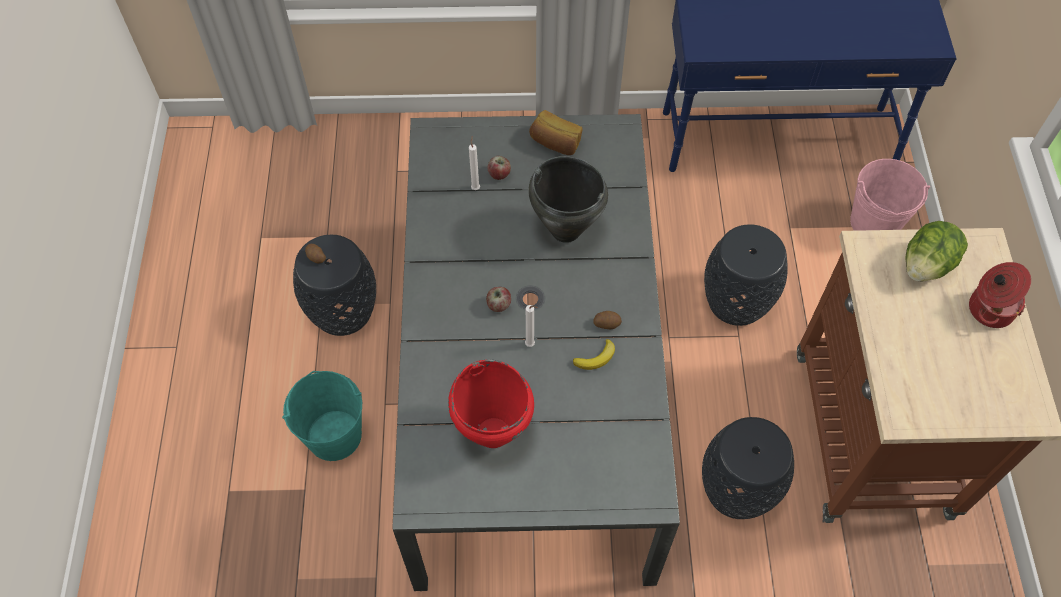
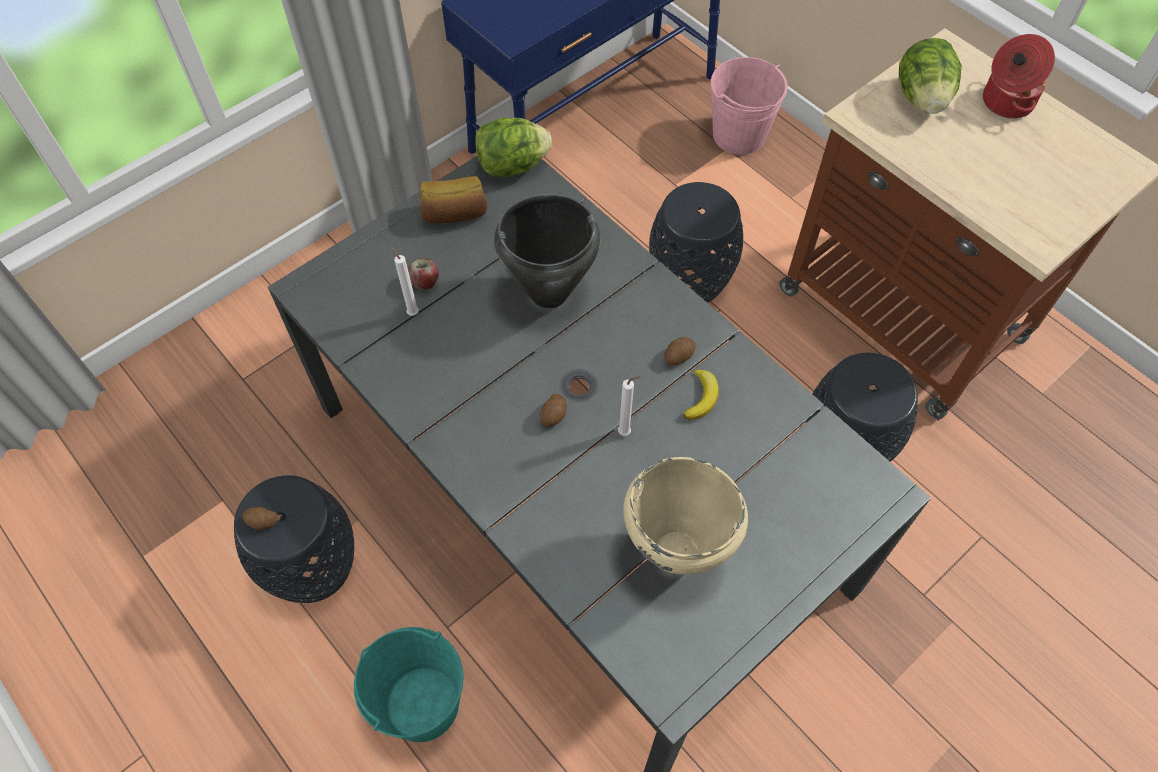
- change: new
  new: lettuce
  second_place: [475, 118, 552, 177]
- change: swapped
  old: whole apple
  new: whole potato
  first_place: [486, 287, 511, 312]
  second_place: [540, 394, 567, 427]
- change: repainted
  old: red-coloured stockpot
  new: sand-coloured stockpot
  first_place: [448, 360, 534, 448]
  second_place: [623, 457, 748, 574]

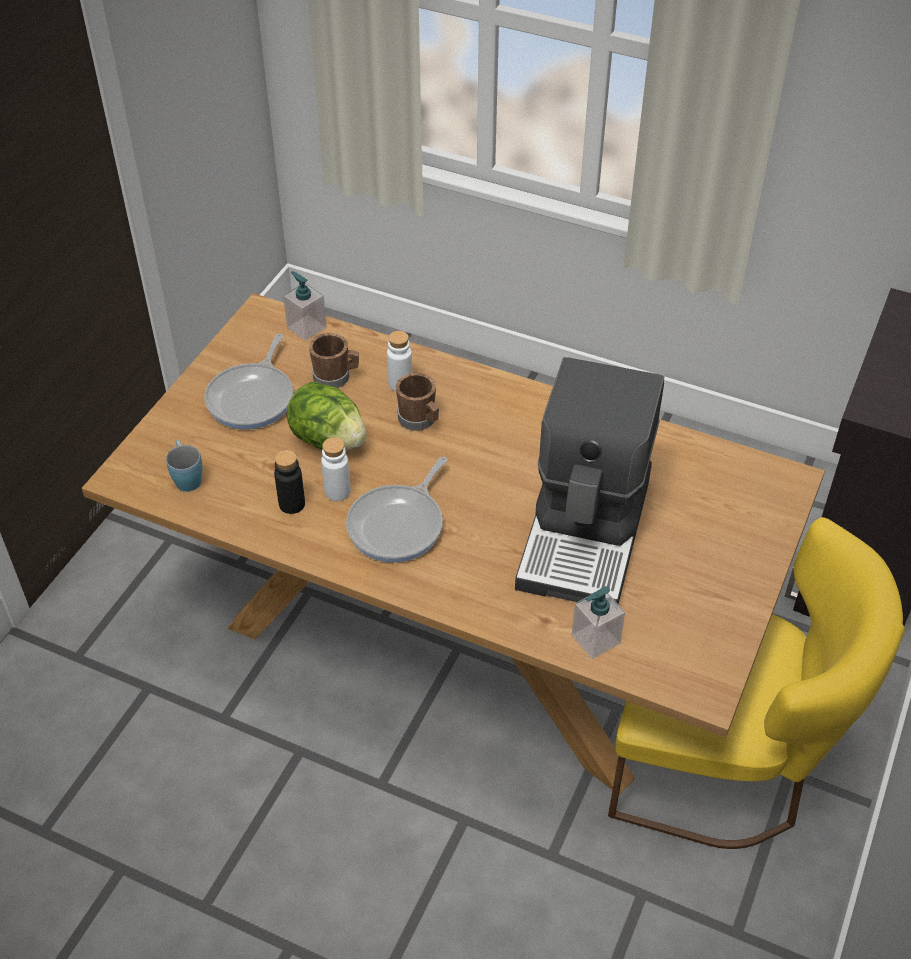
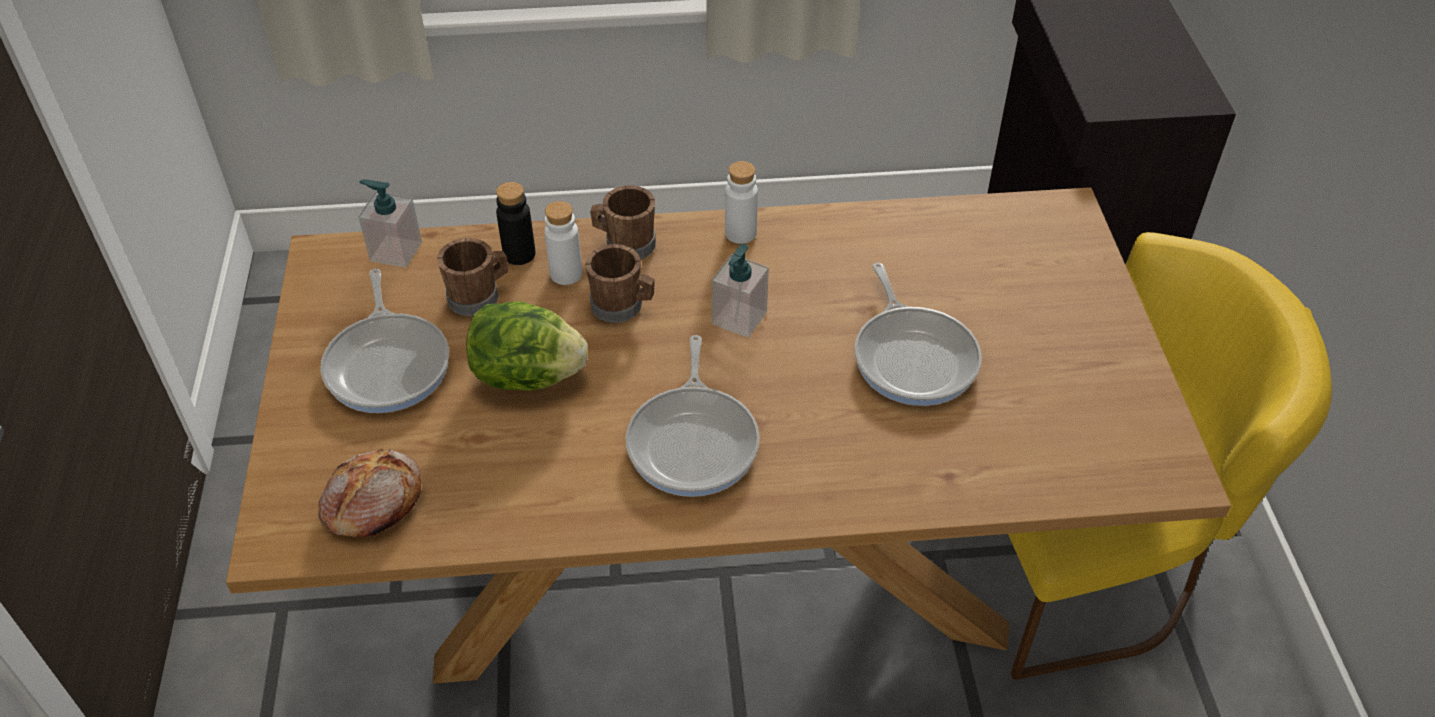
- change: swapped
  old: blue mug
  new: bread
  first_place: [166, 440, 202, 492]
  second_place: [318, 449, 421, 537]
- change: shifted
  old: black beverage bottle
  first_place: [274, 450, 305, 514]
  second_place: [496, 182, 535, 265]
- change: new
  new: brownish mug
  second_place: [590, 186, 656, 259]
- change: shifted
  old: liquid soap bottle
  first_place: [572, 586, 625, 659]
  second_place: [712, 244, 769, 338]
- change: shifted
  old: white beverage bottle
  first_place: [321, 437, 351, 501]
  second_place: [725, 161, 758, 244]
- change: swapped
  old: coffee machine
  new: skillet
  first_place: [515, 357, 664, 604]
  second_place: [855, 263, 982, 406]

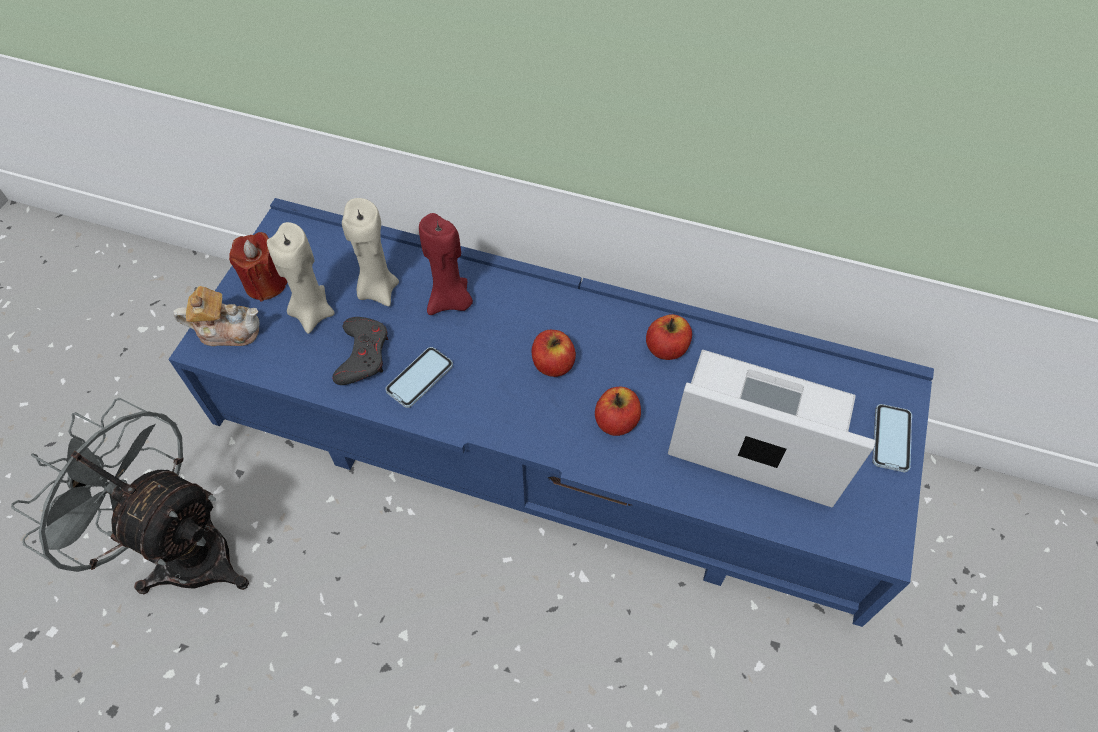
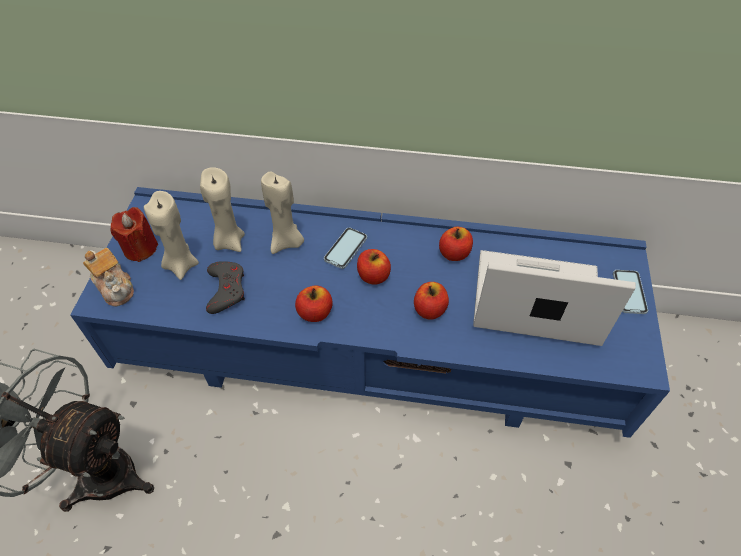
- change: rotated
  old: tea pot
  first_place: [173, 286, 260, 346]
  second_place: [83, 247, 134, 306]
  degrees: 60
- change: repainted
  old: red-coloured wax light
  new: sand-coloured wax light
  first_place: [419, 213, 473, 315]
  second_place: [261, 171, 304, 254]
- change: new
  new: whole apple
  second_place: [295, 285, 333, 322]
- change: shifted
  old: phone
  first_place: [385, 347, 453, 408]
  second_place: [324, 228, 367, 269]

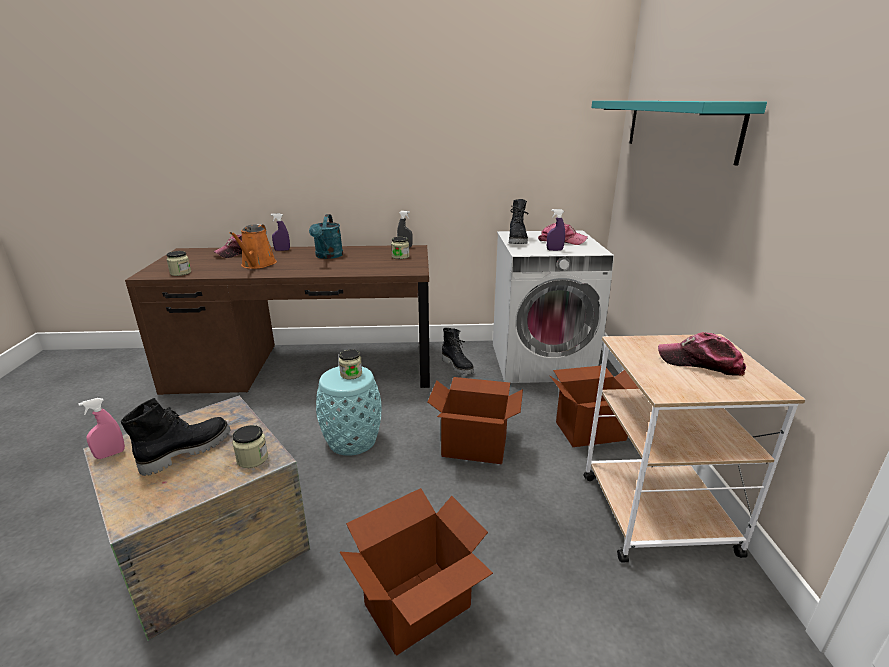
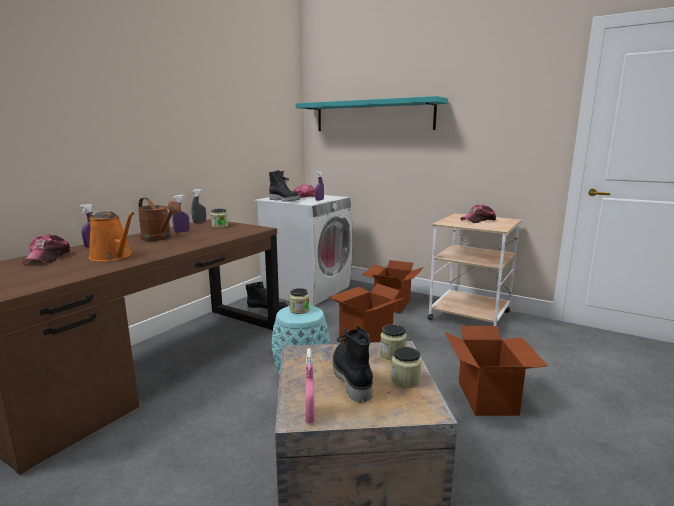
- change: repainted
  old: turquoise-coloured watering can
  new: brownish watering can
  first_place: [309, 214, 343, 259]
  second_place: [138, 198, 181, 241]
- change: new
  new: purple-coloured spray bottle
  second_place: [172, 195, 190, 233]
- change: shifted
  old: storage jar
  first_place: [166, 251, 191, 276]
  second_place: [391, 347, 421, 388]

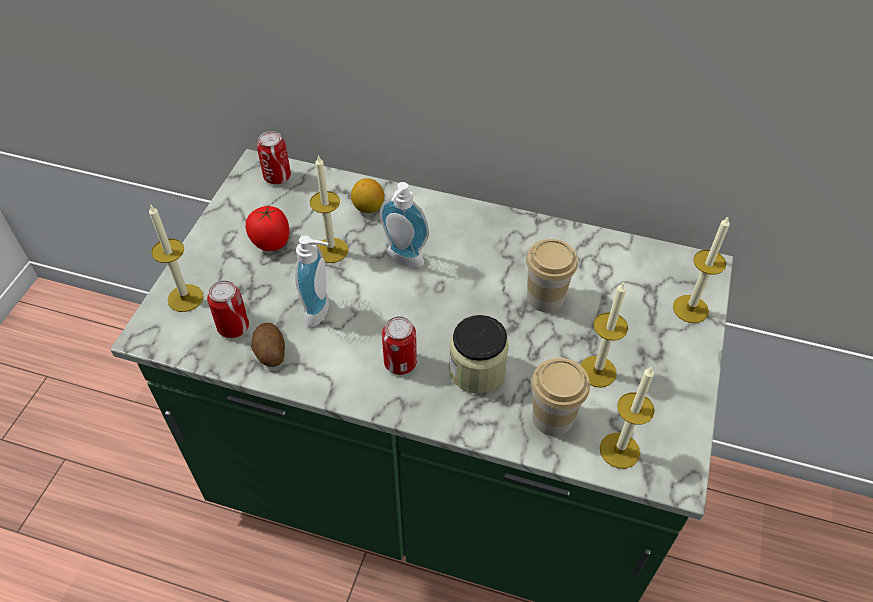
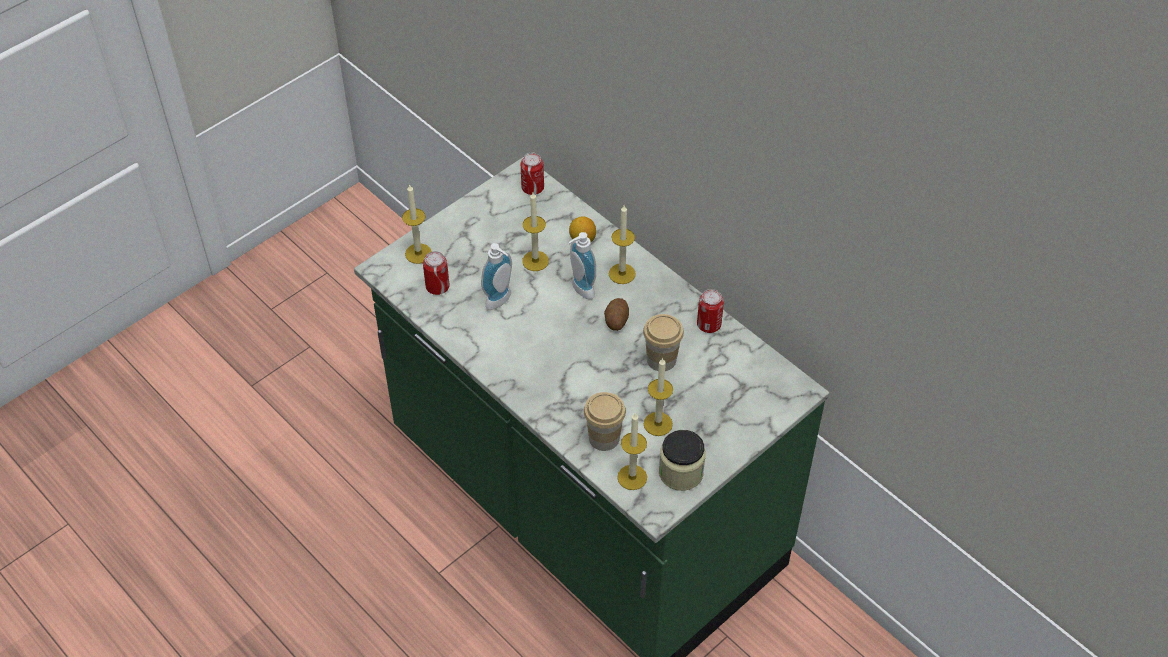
- change: shifted
  old: whole potato
  first_place: [251, 323, 285, 367]
  second_place: [604, 298, 629, 331]
- change: shifted
  old: wax light
  first_place: [673, 217, 730, 323]
  second_place: [609, 205, 636, 284]
- change: shifted
  old: storage jar
  first_place: [449, 315, 509, 394]
  second_place: [659, 430, 706, 491]
- change: shifted
  old: sealed can
  first_place: [382, 316, 417, 375]
  second_place: [697, 289, 724, 333]
- change: gone
  old: tomato
  first_place: [246, 206, 289, 251]

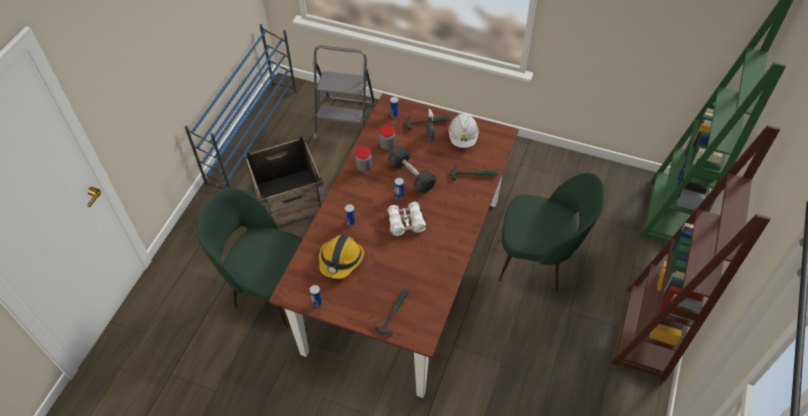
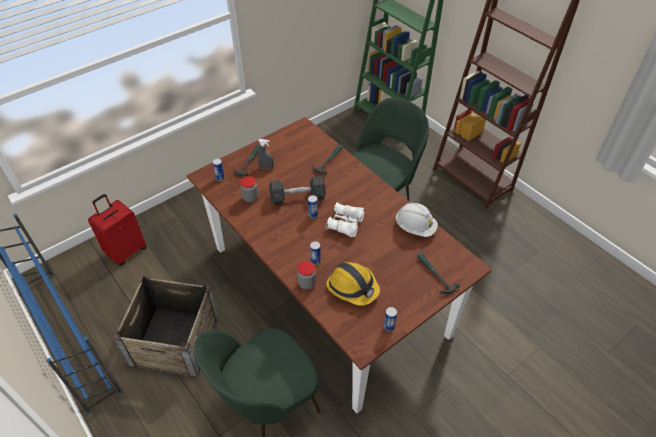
- change: swapped
  old: greyish step ladder
  new: red-coloured piece of luggage
  first_place: [313, 46, 376, 139]
  second_place: [88, 194, 147, 265]
- change: shifted
  old: storage jar
  first_place: [355, 147, 372, 172]
  second_place: [297, 261, 316, 290]
- change: shifted
  old: white work helmet
  first_place: [449, 114, 479, 148]
  second_place: [395, 203, 438, 237]

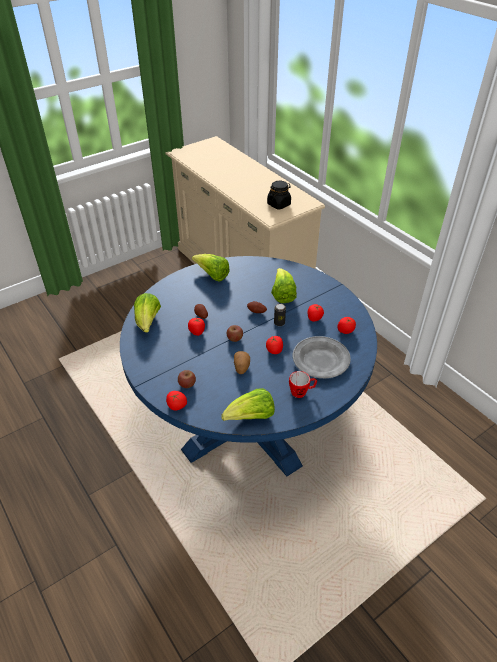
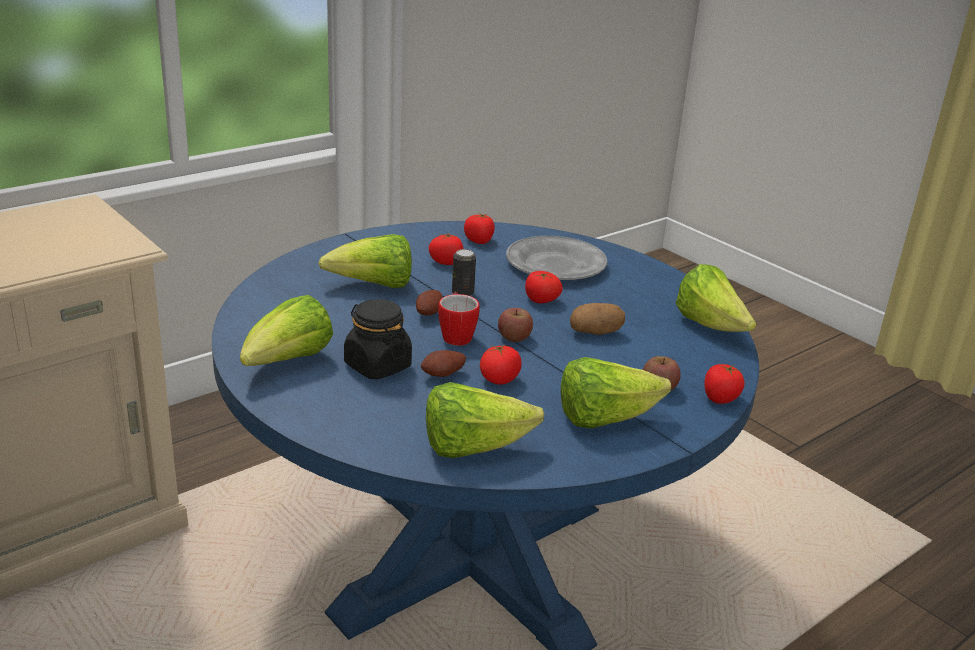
- change: shifted
  old: black storage jar
  first_place: [267, 181, 291, 210]
  second_place: [344, 299, 412, 379]
- change: shifted
  old: mug
  first_place: [289, 371, 317, 398]
  second_place: [438, 292, 480, 346]
- change: new
  new: lettuce
  second_place: [561, 357, 671, 428]

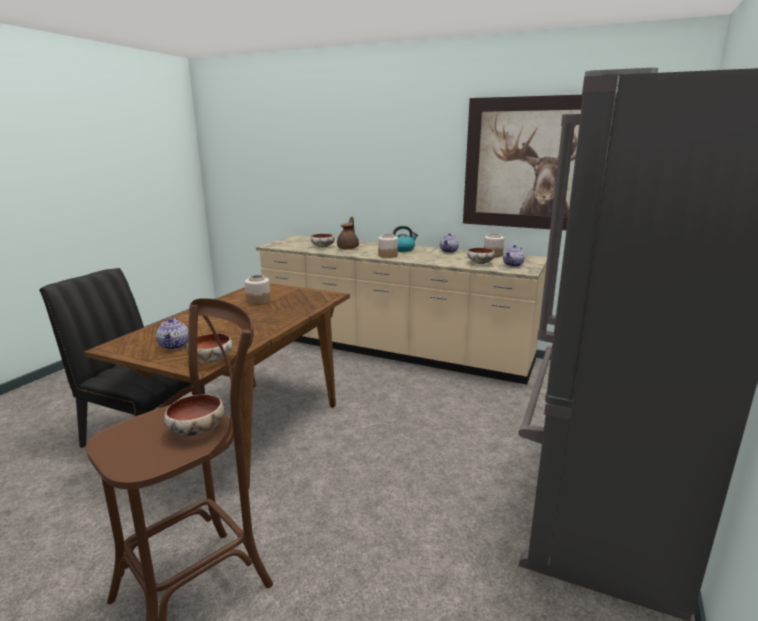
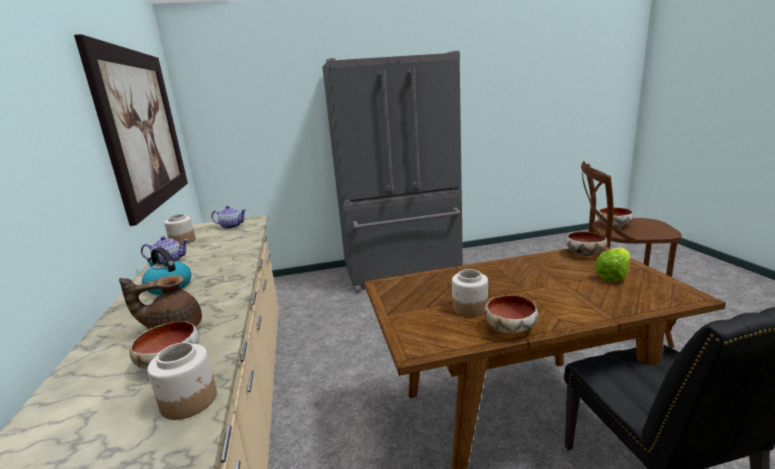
- change: shifted
  old: storage jar
  first_place: [378, 234, 398, 258]
  second_place: [147, 342, 217, 420]
- change: shifted
  old: serving bowl
  first_place: [467, 248, 495, 264]
  second_place: [484, 295, 538, 333]
- change: swapped
  old: tea pot
  new: lettuce
  first_place: [156, 317, 189, 350]
  second_place: [595, 248, 630, 282]

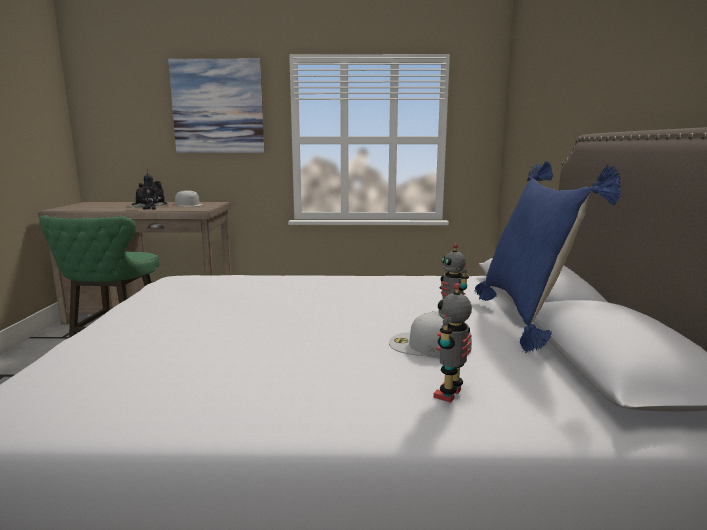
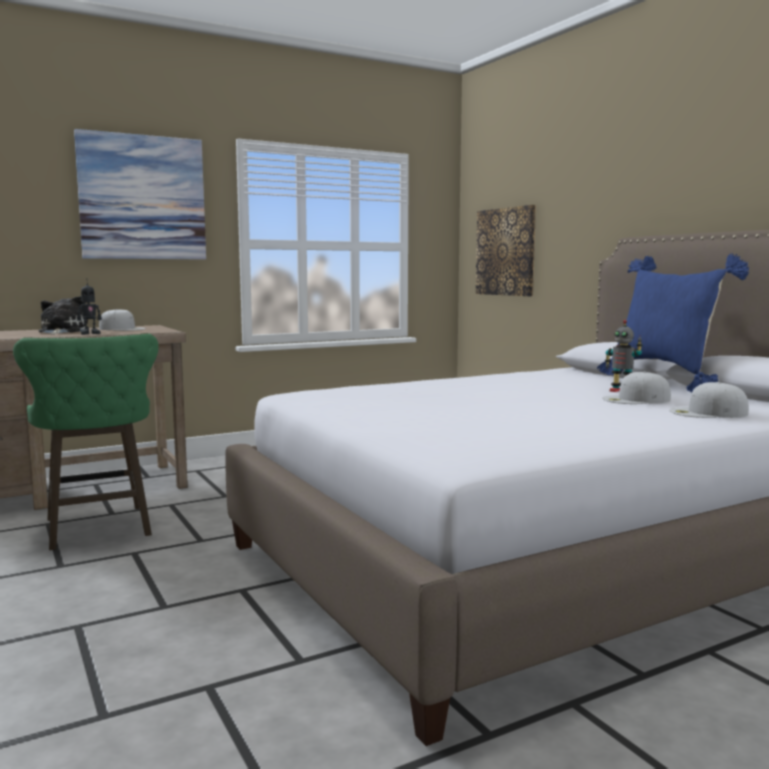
- change: new
  new: wall picture
  second_place: [476, 205, 536, 296]
- change: swapped
  old: model robot
  new: white cap
  first_place: [433, 283, 472, 403]
  second_place: [669, 382, 749, 418]

